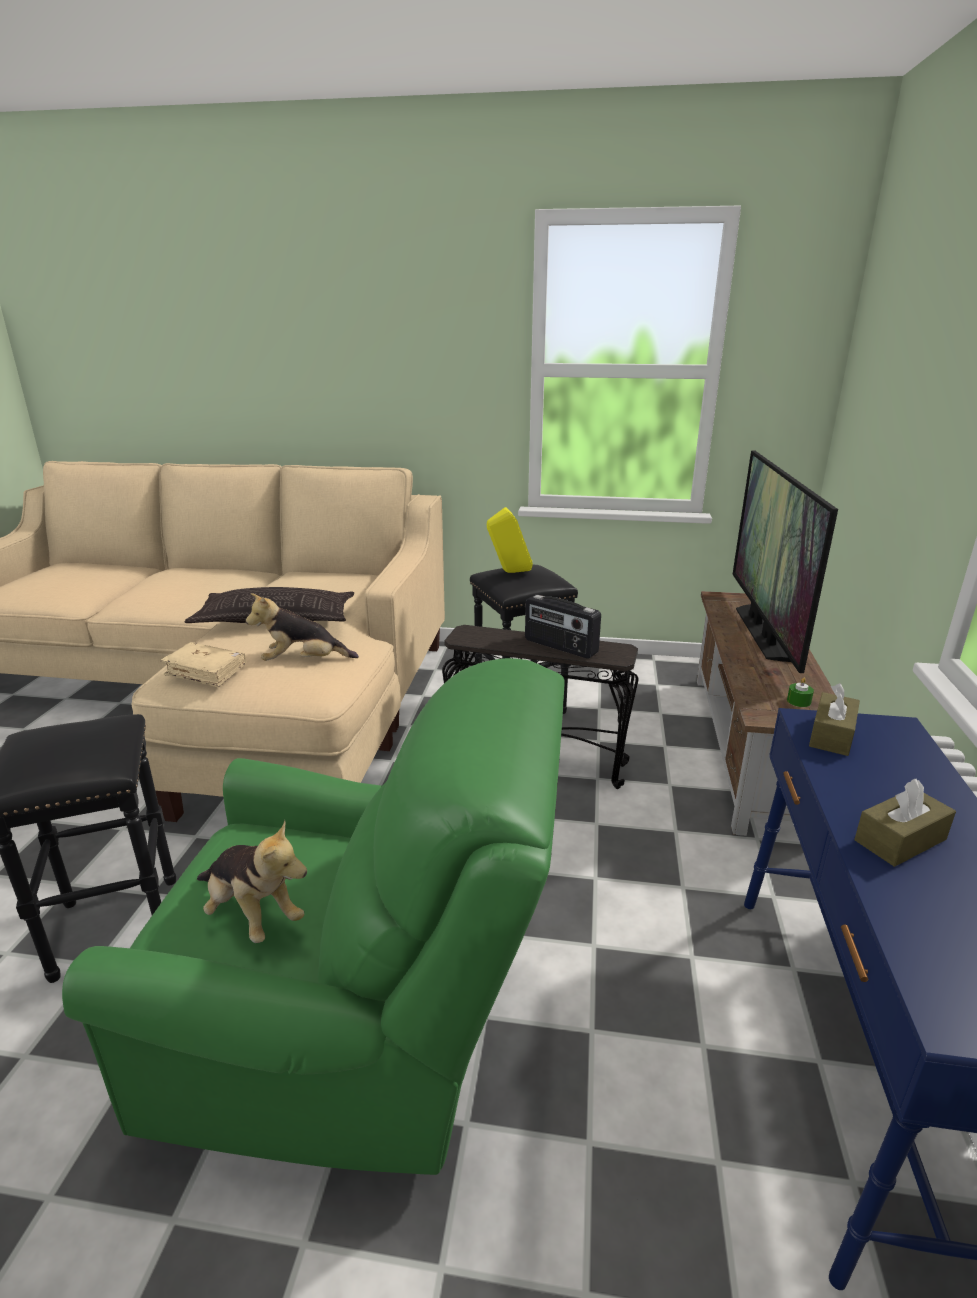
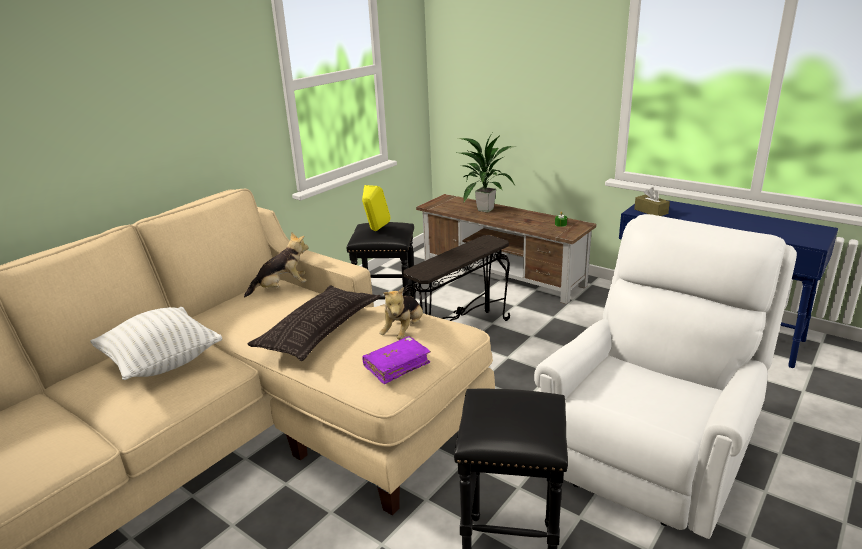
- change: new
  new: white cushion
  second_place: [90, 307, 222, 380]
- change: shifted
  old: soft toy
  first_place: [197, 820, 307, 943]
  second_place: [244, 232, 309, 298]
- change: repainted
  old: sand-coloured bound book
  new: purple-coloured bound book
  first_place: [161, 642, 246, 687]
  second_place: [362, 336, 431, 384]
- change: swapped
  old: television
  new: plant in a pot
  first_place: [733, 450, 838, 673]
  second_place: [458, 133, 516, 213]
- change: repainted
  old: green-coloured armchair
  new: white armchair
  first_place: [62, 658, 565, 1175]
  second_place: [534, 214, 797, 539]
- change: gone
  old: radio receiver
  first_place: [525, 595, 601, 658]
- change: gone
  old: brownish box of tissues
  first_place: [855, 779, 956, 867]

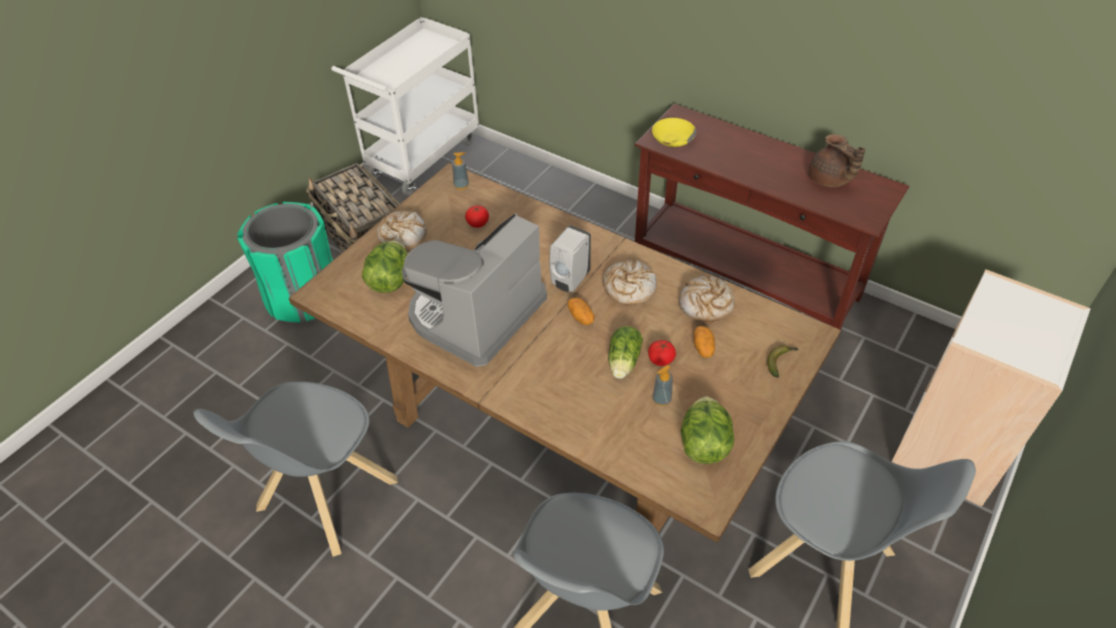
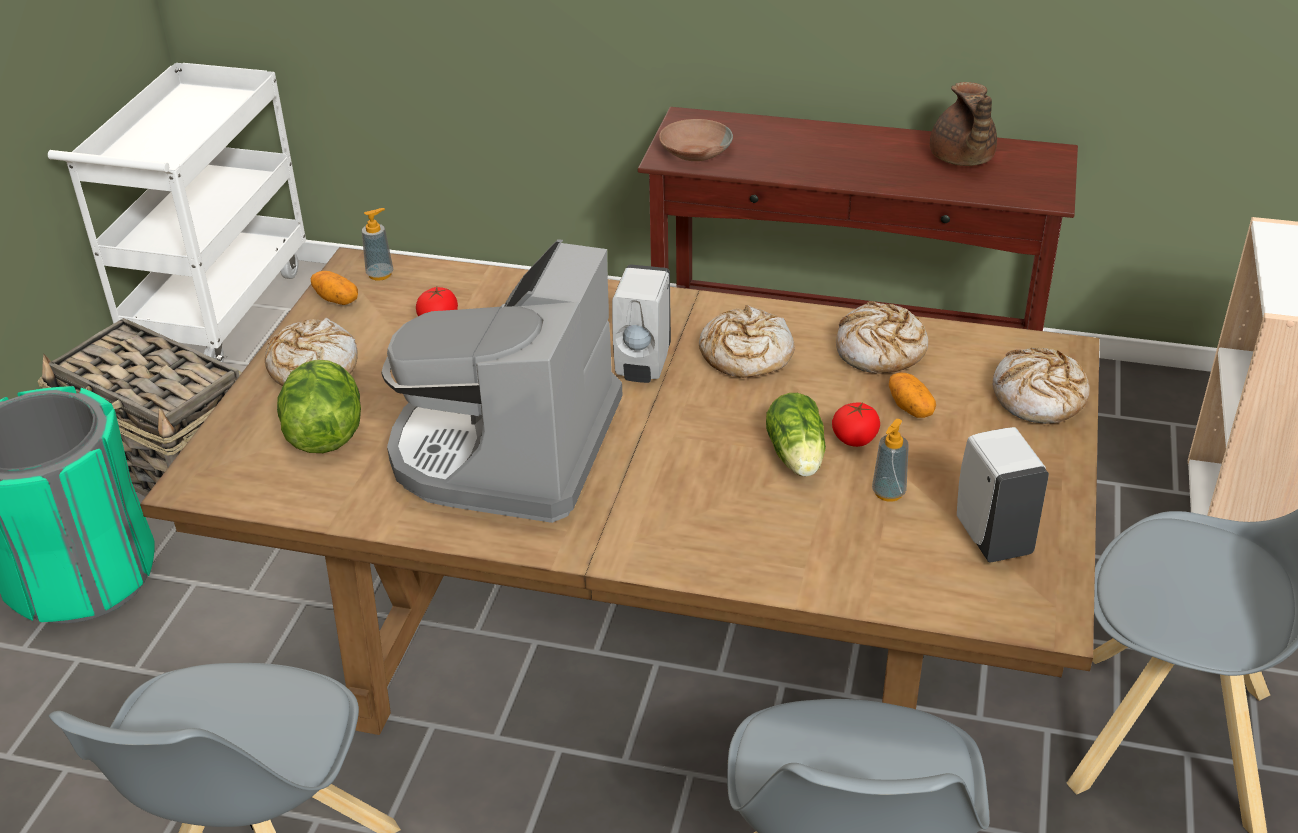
- change: shifted
  old: whole potato
  first_place: [568, 298, 595, 325]
  second_place: [311, 271, 358, 305]
- change: repainted
  old: yellowish serving bowl
  new: brownish serving bowl
  first_place: [652, 118, 696, 147]
  second_place: [659, 119, 733, 161]
- change: rotated
  old: brownish tea pot
  first_place: [808, 134, 866, 187]
  second_place: [930, 82, 997, 166]
  degrees: 45
- change: swapped
  old: lettuce
  new: white liquid soap bottle
  first_place: [680, 397, 734, 464]
  second_place: [957, 427, 1049, 562]
- change: swapped
  old: banana
  new: bread
  first_place: [767, 345, 798, 378]
  second_place: [993, 348, 1090, 424]

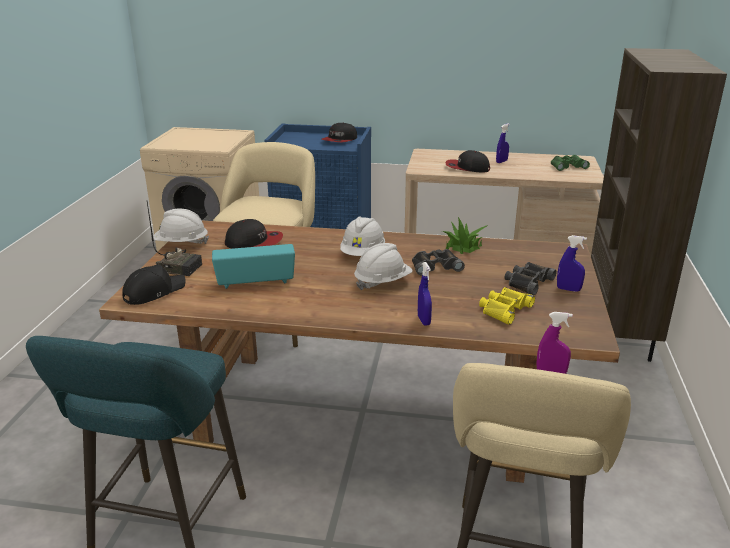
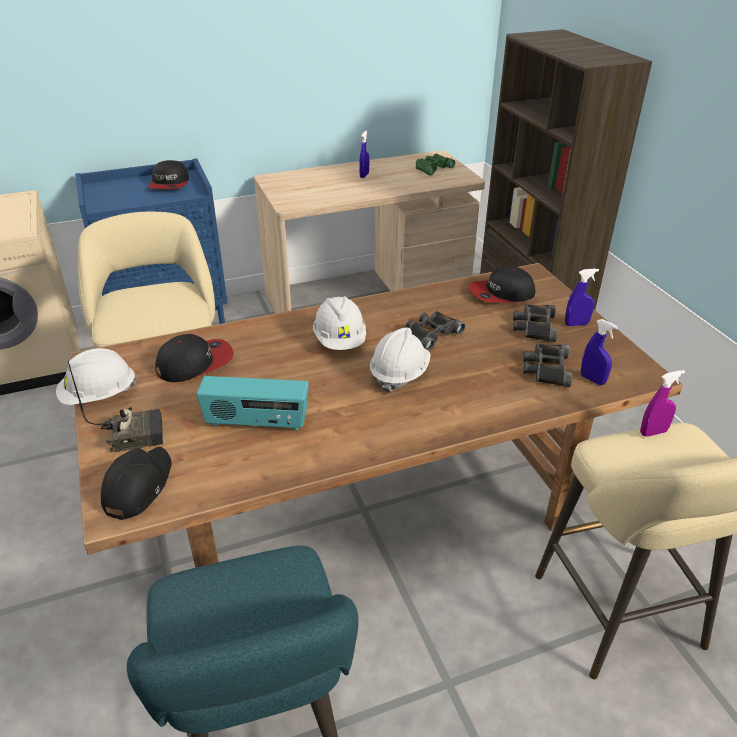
- change: rotated
  old: radio receiver
  first_place: [212, 244, 295, 289]
  second_place: [197, 376, 309, 431]
  degrees: -135
- change: shifted
  old: cap
  first_place: [446, 150, 490, 173]
  second_place: [469, 266, 535, 303]
- change: repainted
  old: yellowish field glasses
  new: black field glasses
  first_place: [479, 287, 535, 325]
  second_place: [523, 344, 572, 387]
- change: shifted
  old: blue spray bottle
  first_place: [418, 262, 432, 326]
  second_place: [581, 319, 618, 385]
- change: gone
  old: plant in a pot
  first_place: [442, 217, 488, 254]

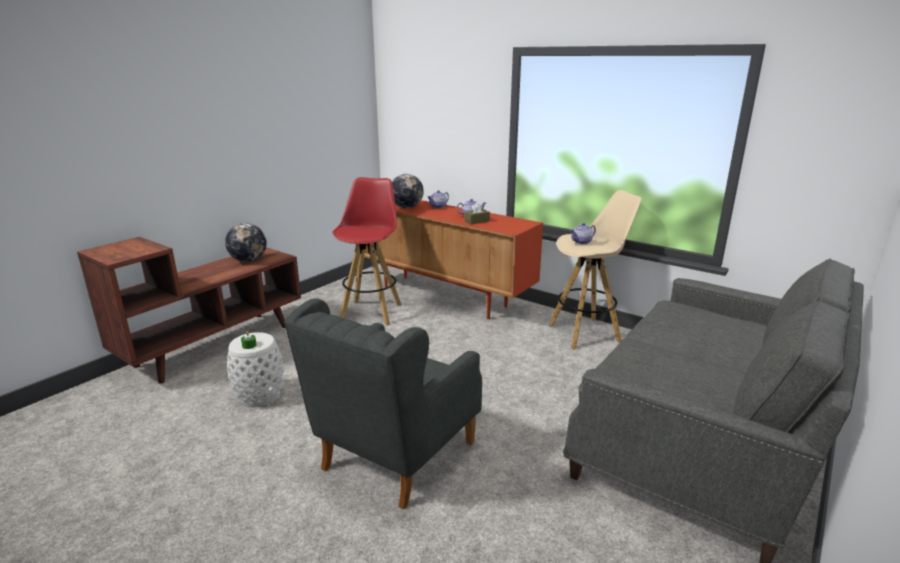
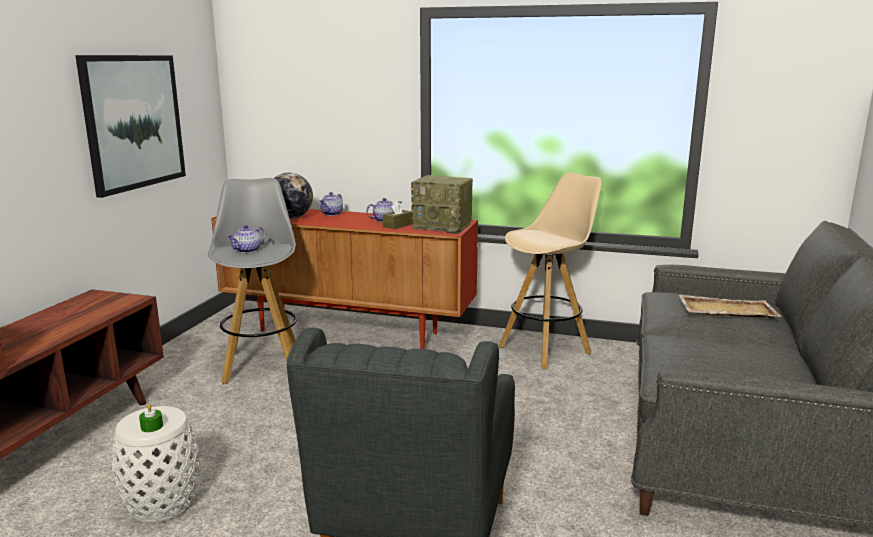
- change: new
  new: wall picture
  second_place: [75, 55, 186, 198]
- change: repainted
  old: red-coloured stool seat
  new: greyish stool seat
  first_place: [332, 177, 402, 326]
  second_place: [208, 178, 297, 384]
- change: shifted
  old: tea pot
  first_place: [570, 223, 596, 244]
  second_place: [227, 225, 266, 253]
- change: new
  new: radio receiver
  second_place: [411, 175, 473, 233]
- change: new
  new: sand-coloured carrying tray
  second_place: [679, 295, 782, 319]
- change: gone
  old: globe
  first_place: [225, 223, 267, 262]

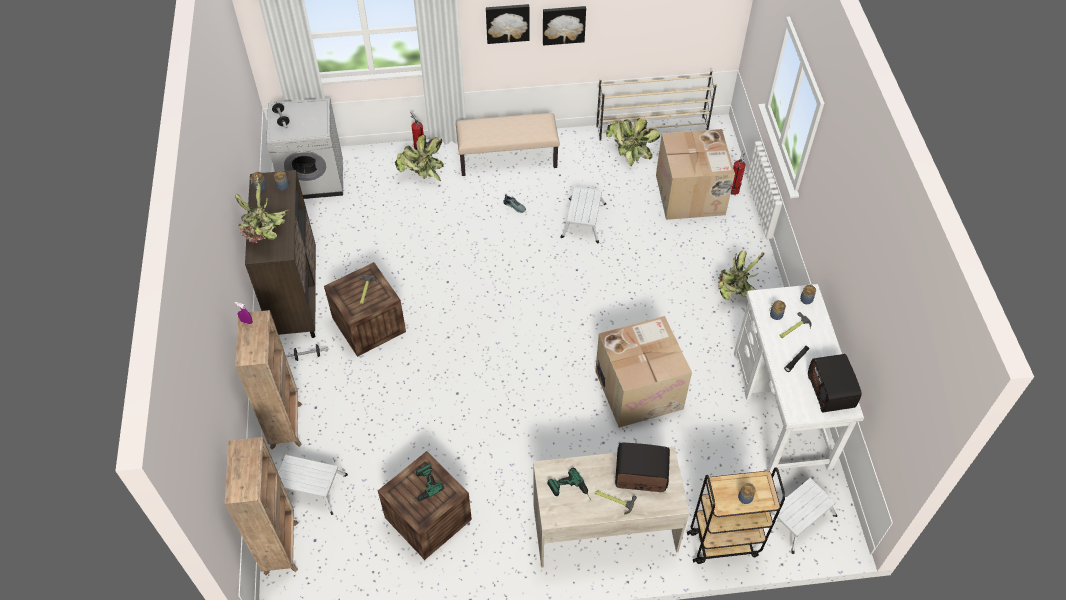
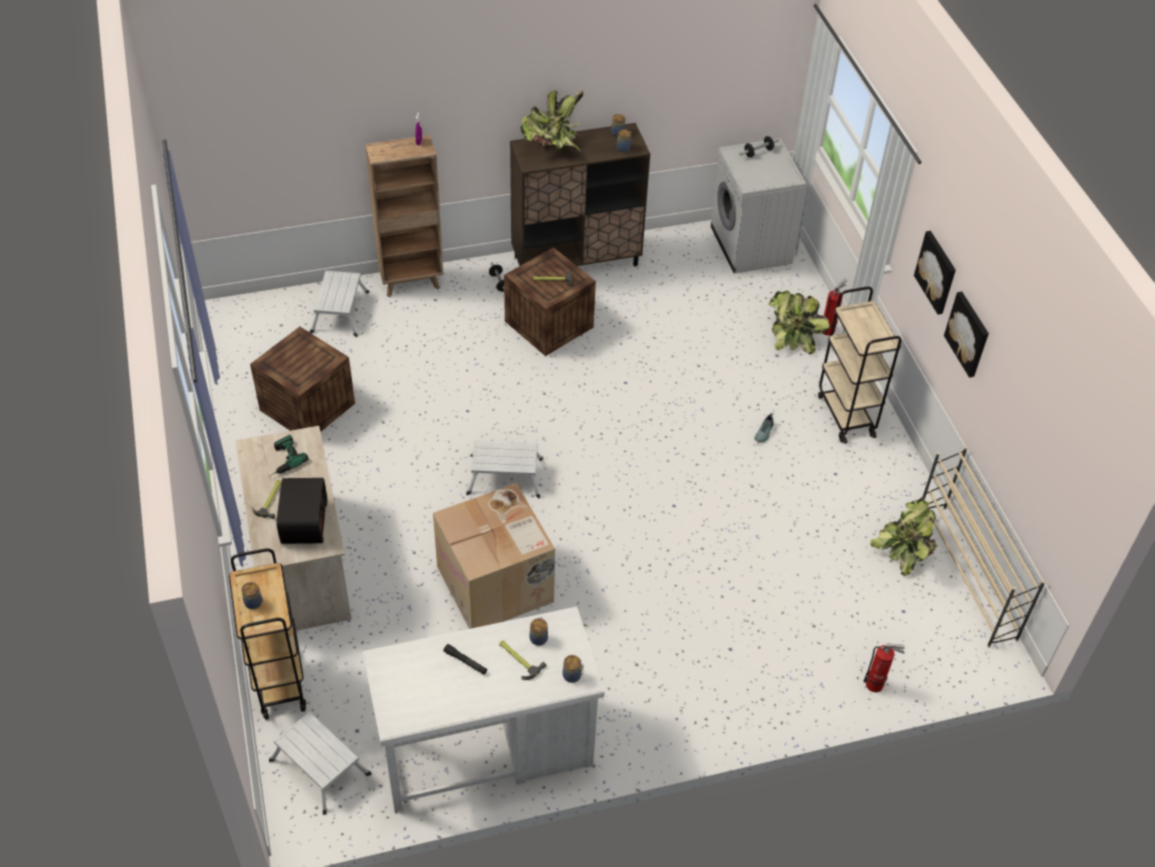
- change: shifted
  old: white step ladder
  first_place: [560, 187, 606, 243]
  second_place: [466, 440, 543, 498]
- change: swapped
  old: sand-coloured long seat
  new: sand-coloured wheeled cart
  first_place: [456, 113, 560, 176]
  second_place: [818, 287, 901, 444]
- change: gone
  old: brownish shelving unit
  first_place: [225, 437, 298, 575]
- change: gone
  old: electric drill
  first_place: [412, 464, 444, 503]
- change: gone
  old: cardboard box
  first_place: [656, 129, 735, 220]
- change: gone
  old: plant in a pot
  first_place: [718, 250, 764, 300]
- change: gone
  old: radio receiver
  first_place: [808, 354, 862, 412]

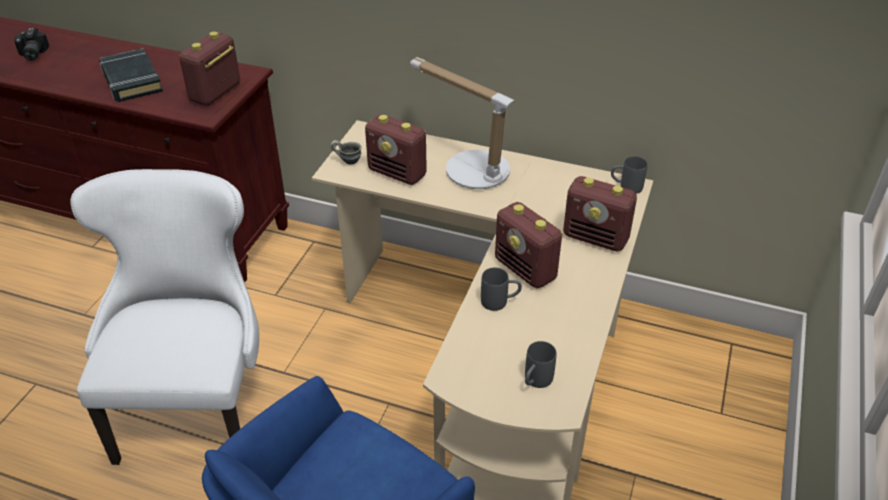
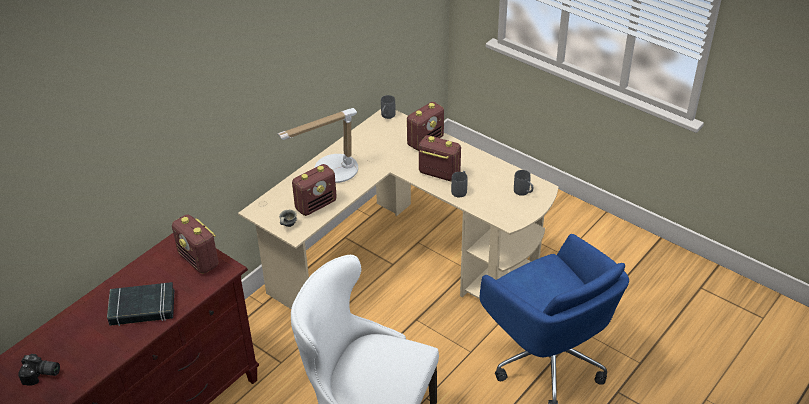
- change: rotated
  old: radio receiver
  first_place: [495, 202, 564, 288]
  second_place: [419, 135, 461, 181]
  degrees: -135

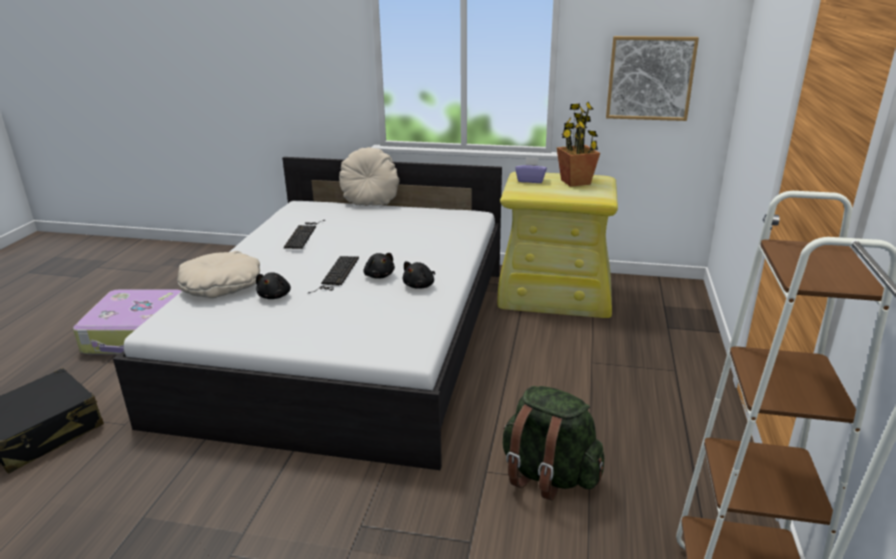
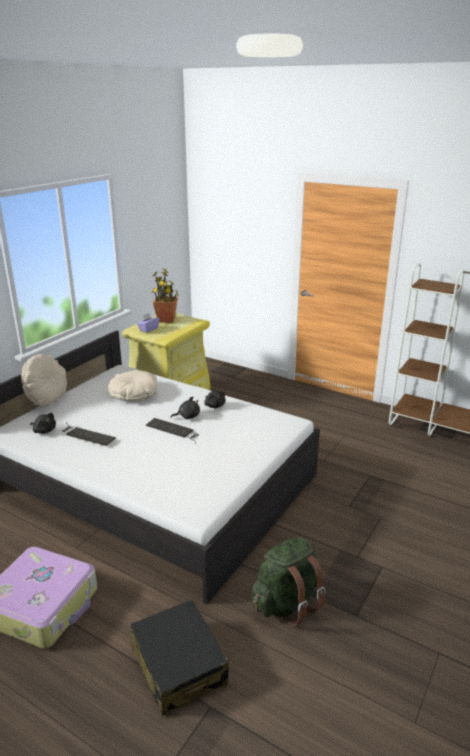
- change: shifted
  old: black soft toy
  first_place: [256, 272, 291, 299]
  second_place: [30, 413, 56, 434]
- change: shifted
  old: sand-coloured cushion
  first_place: [177, 251, 260, 298]
  second_place: [108, 370, 157, 401]
- change: shifted
  old: green-coloured backpack
  first_place: [503, 386, 604, 501]
  second_place: [252, 537, 326, 626]
- change: gone
  old: wall picture
  first_place: [606, 36, 699, 121]

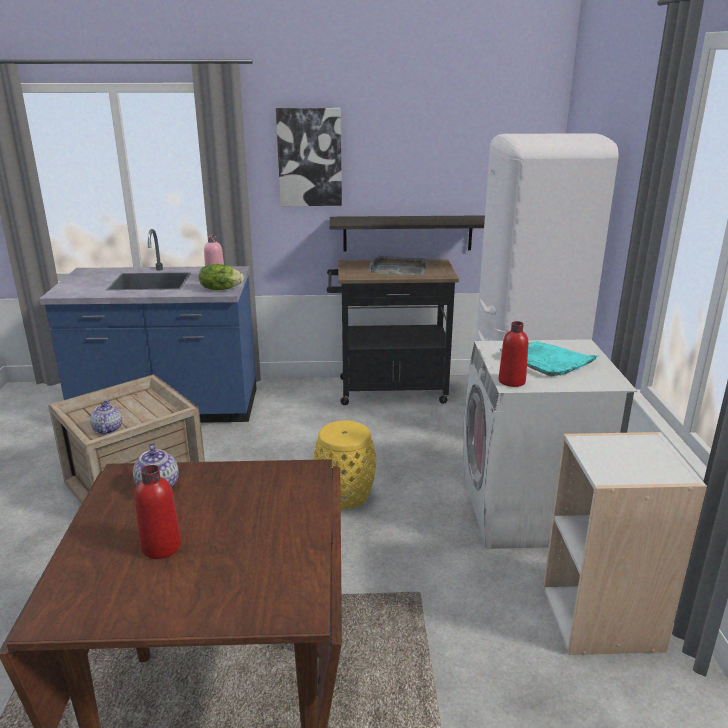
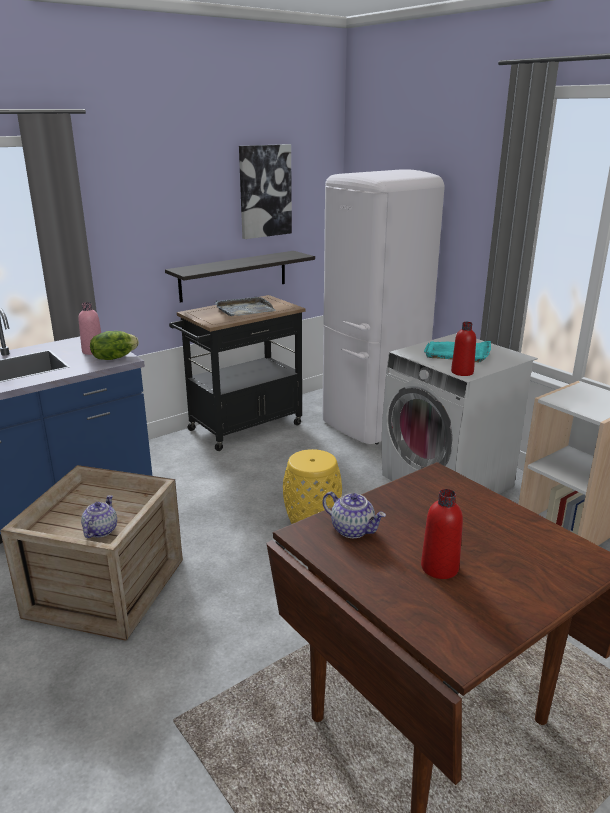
- change: rotated
  old: tea pot
  first_place: [90, 400, 122, 435]
  second_place: [81, 495, 117, 538]
  degrees: 60
- change: shifted
  old: wall picture
  first_place: [276, 108, 342, 206]
  second_place: [239, 144, 292, 239]

